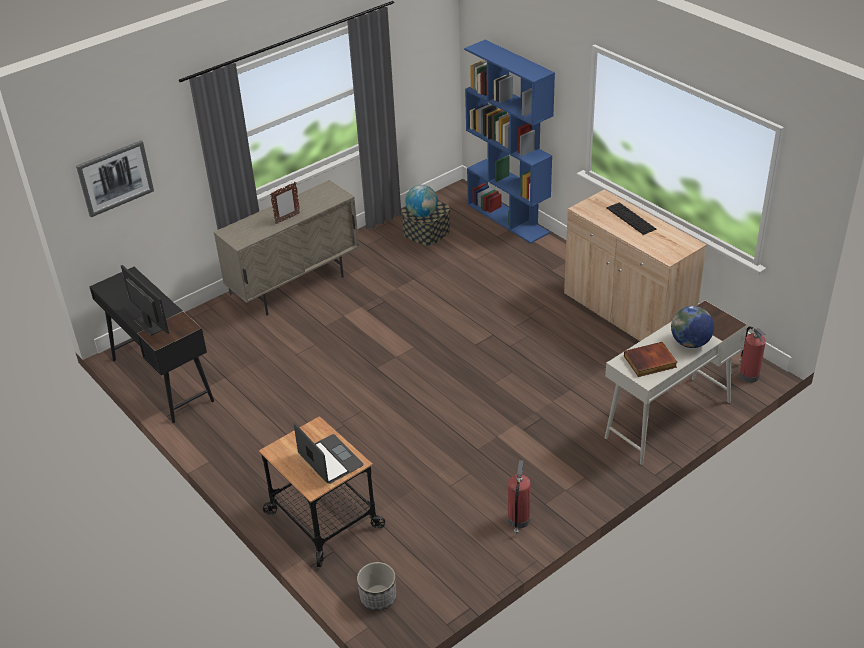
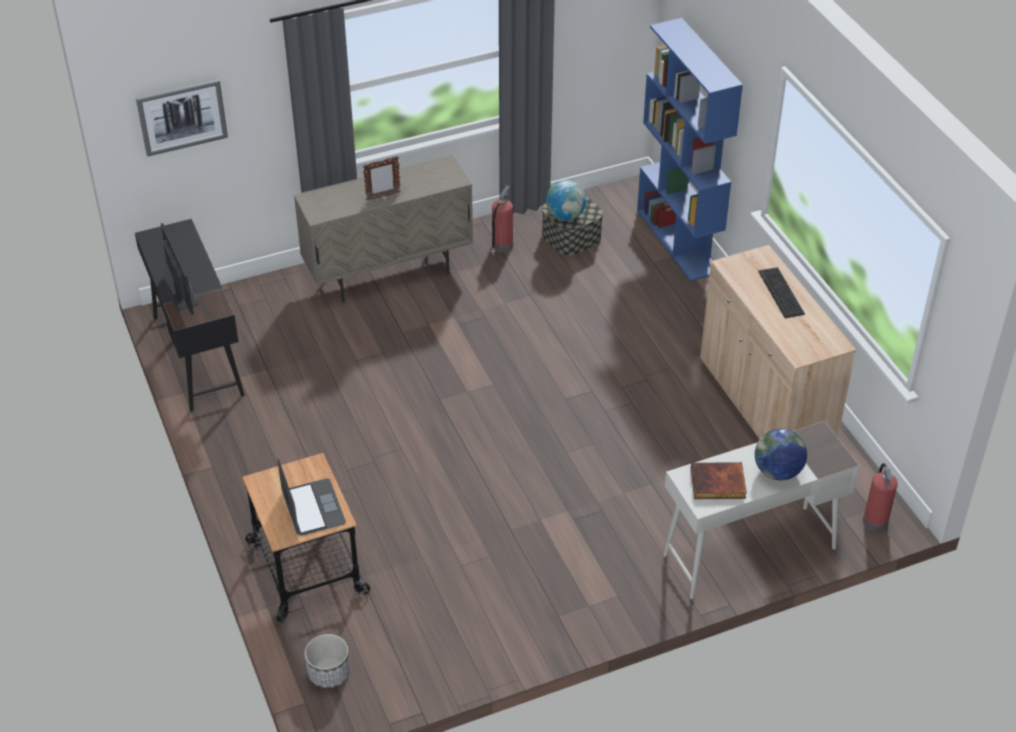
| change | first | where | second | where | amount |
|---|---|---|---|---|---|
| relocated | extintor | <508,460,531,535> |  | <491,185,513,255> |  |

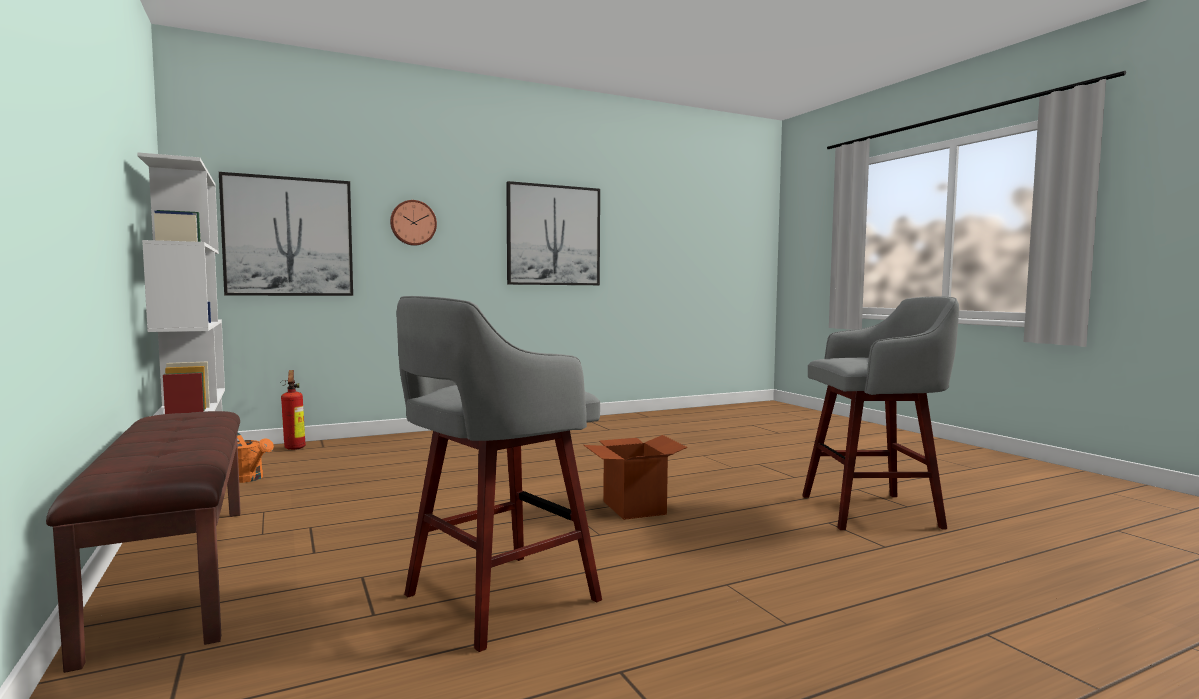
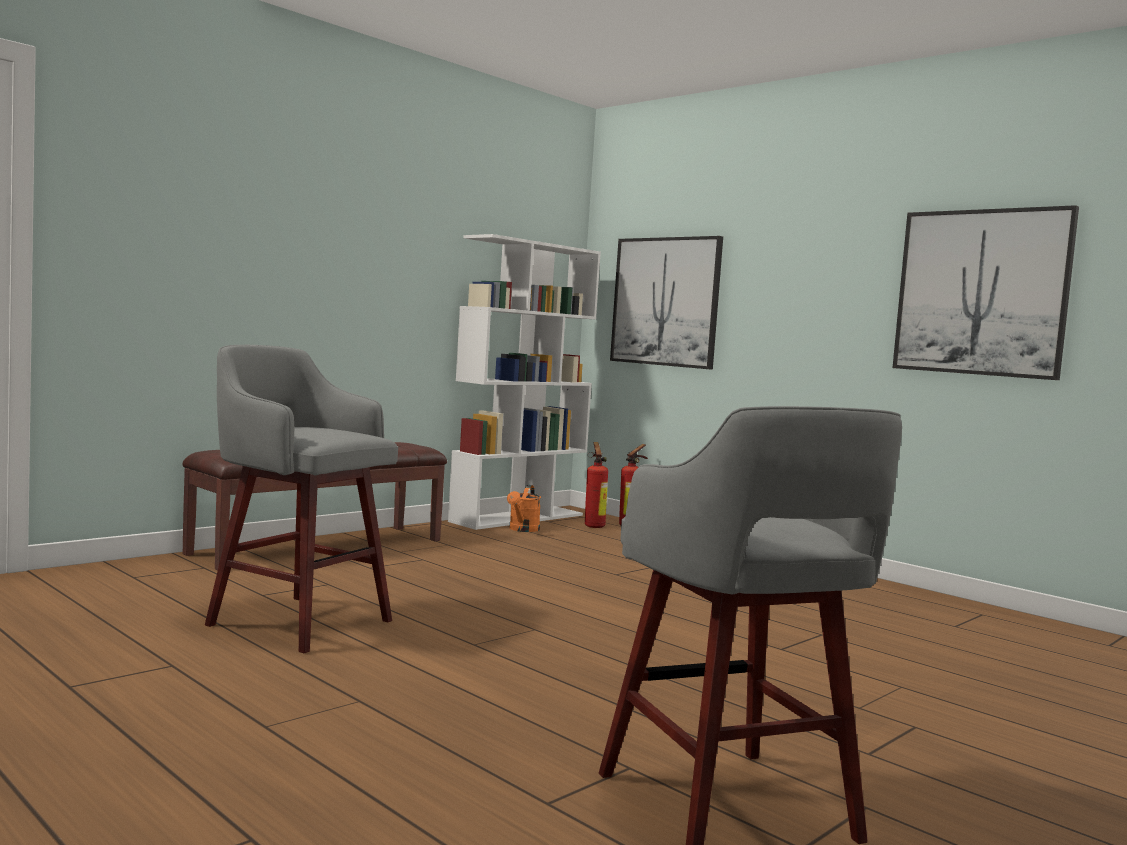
| change | first | where | second | where | amount |
|---|---|---|---|---|---|
| appeared |  |  | extintor | <585,442,608,528> |  |
| missing | reloj de pared | <390,200,437,246> |  |  |  |
| missing | caja de cartón | <584,435,687,520> |  |  |  |

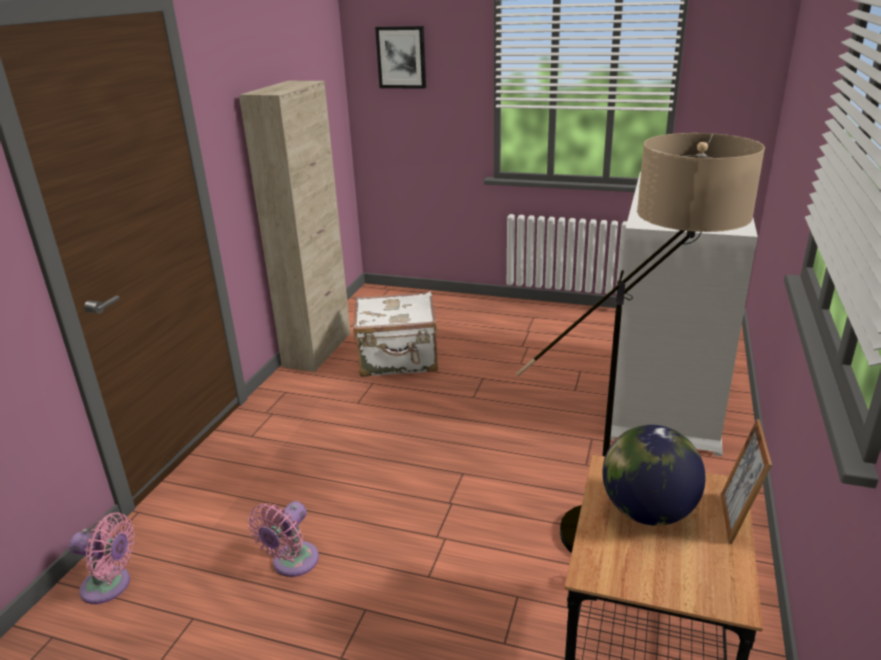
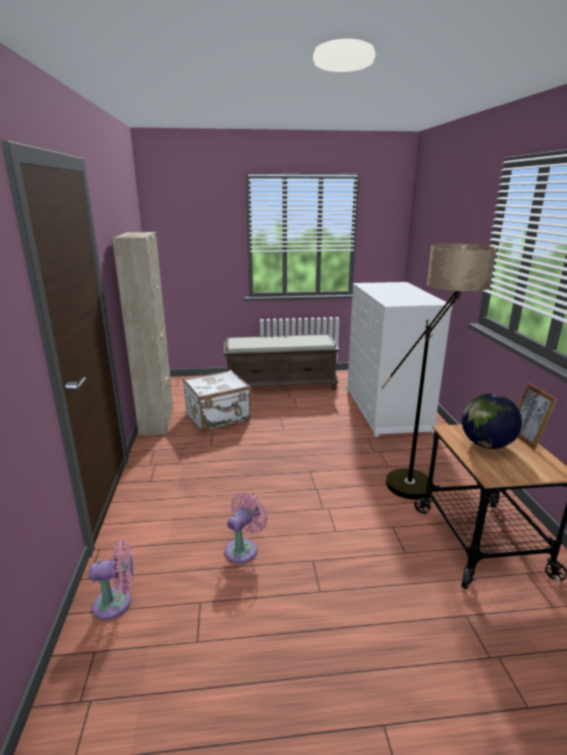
| change | first | where | second | where | amount |
|---|---|---|---|---|---|
| appeared |  |  | banco (marrón) | <223,334,340,390> |  |
| spun | ventilador (rosa) | <248,501,319,577> |  | <225,492,268,563> | 150 degrees counterclockwise |
| missing | cuadro | <375,26,426,89> |  |  |  |

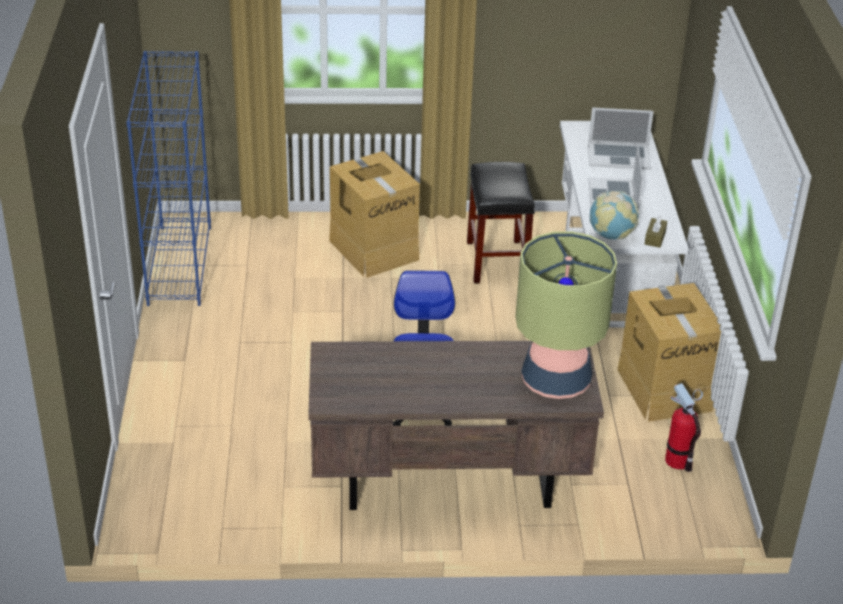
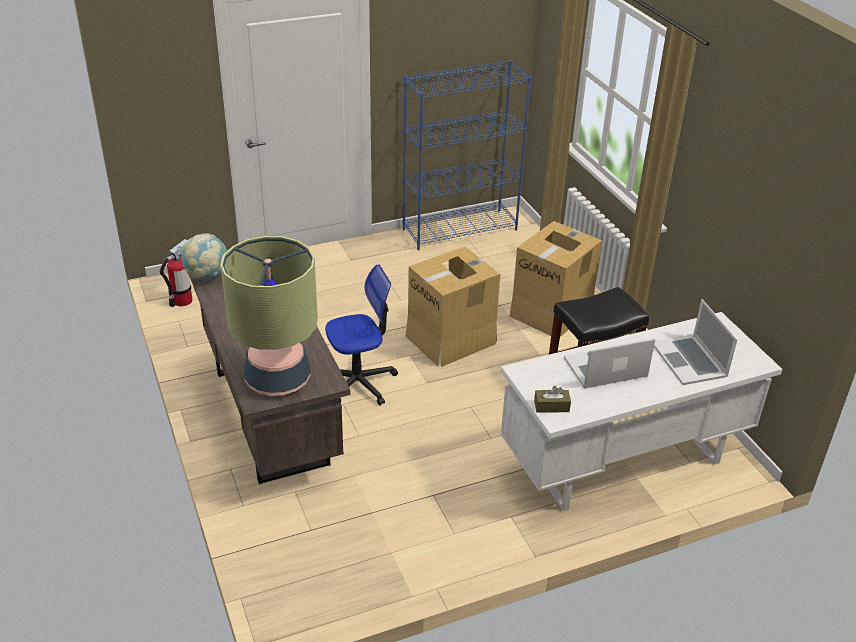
| change | first | where | second | where | amount |
|---|---|---|---|---|---|
| relocated | extintor | <665,383,703,472> |  | <160,239,193,307> |  |
| relocated | globo terráqueo | <590,191,639,240> |  | <181,233,227,280> |  |
| relocated | caja de cartón | <617,283,721,422> |  | <406,246,500,367> |  |

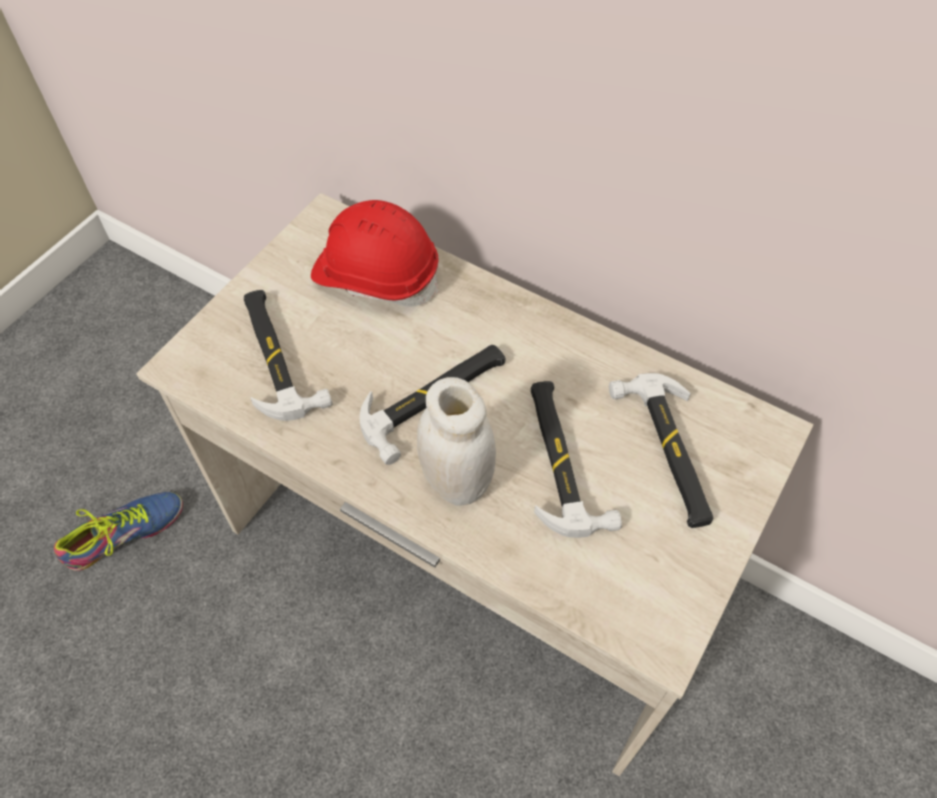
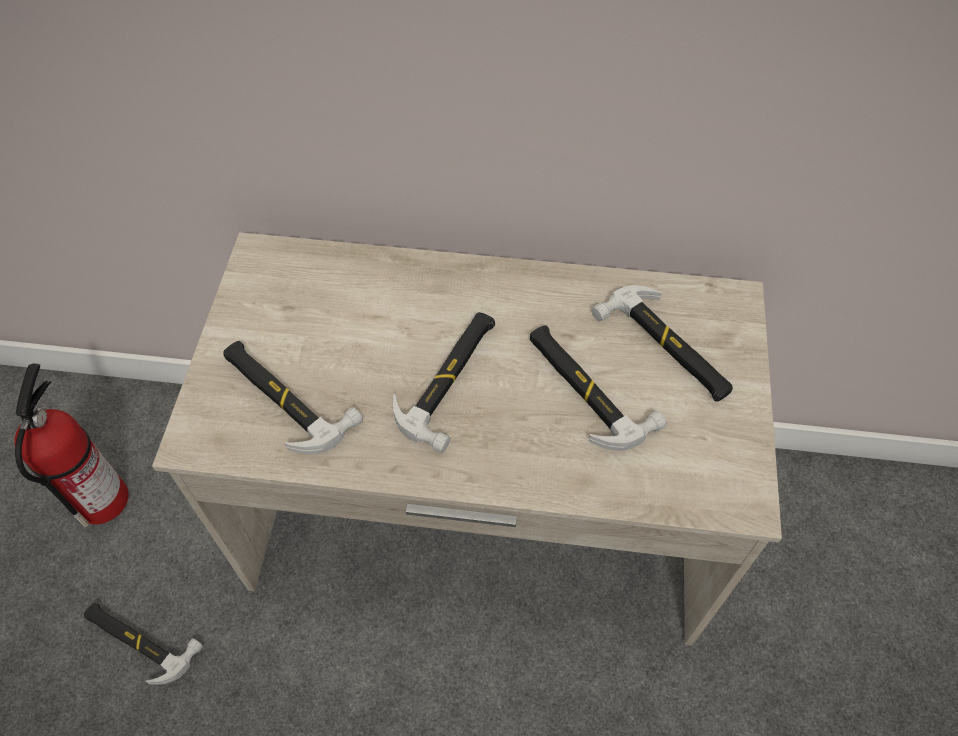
| change | first | where | second | where | amount |
|---|---|---|---|---|---|
| appeared |  |  | extintor | <14,364,129,527> |  |
| exchanged | zapato | <54,492,183,571> | martillo | <84,602,203,685> |  |
| missing | casco (rojo) | <311,200,439,307> |  |  |  |
| missing | tarro (blanco) | <417,377,496,506> |  |  |  |

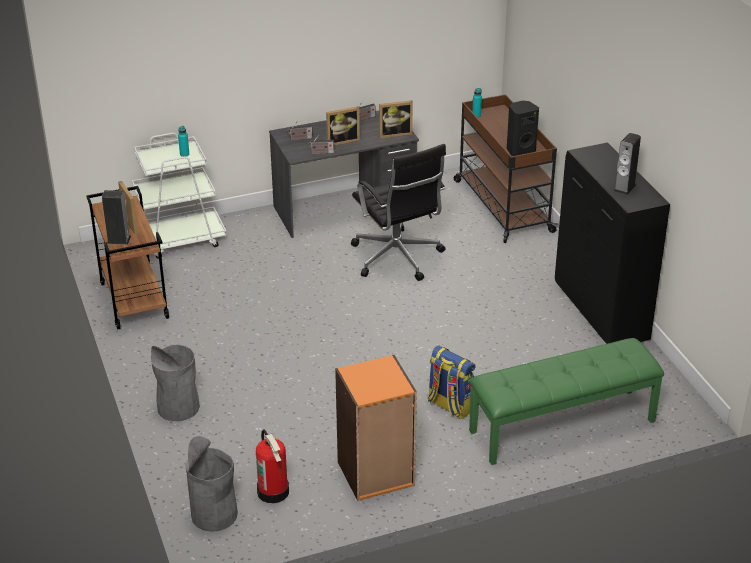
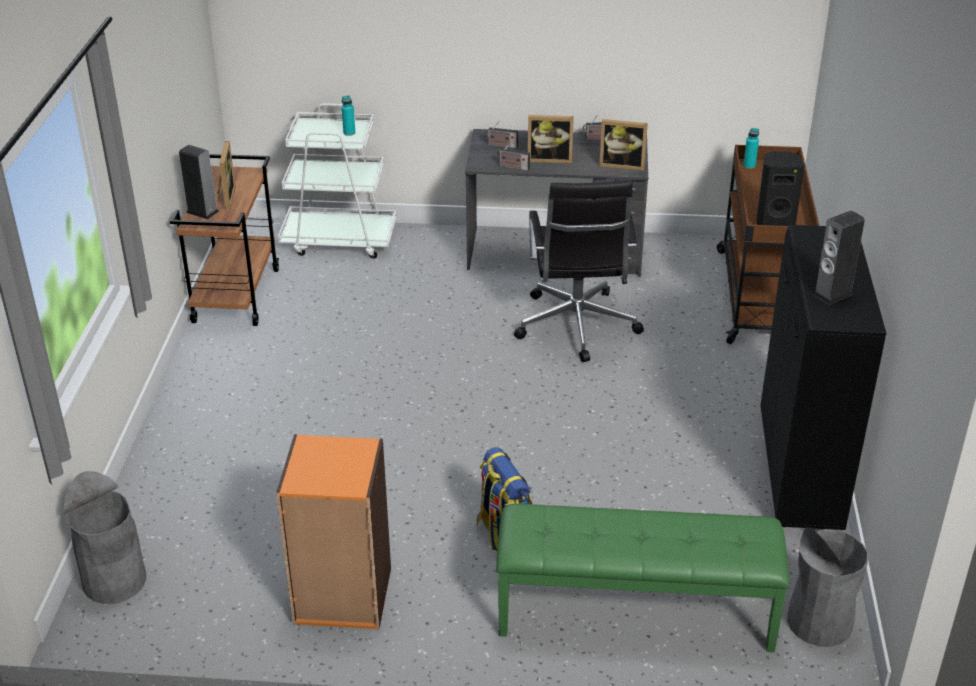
| change | first | where | second | where | amount |
|---|---|---|---|---|---|
| relocated | papelera (gris) | <151,345,200,421> |  | <787,527,868,647> |  |
| missing | extintor | <256,429,289,503> |  |  |  |

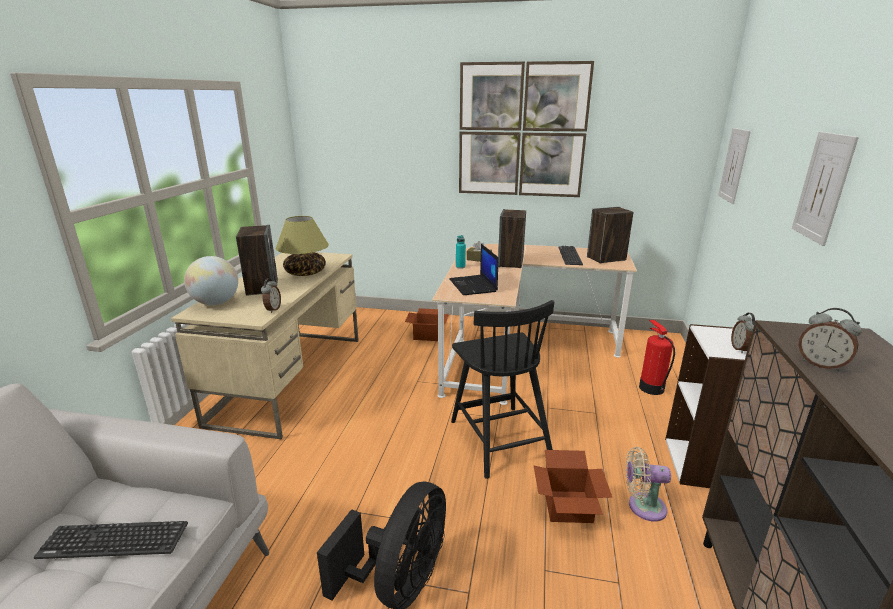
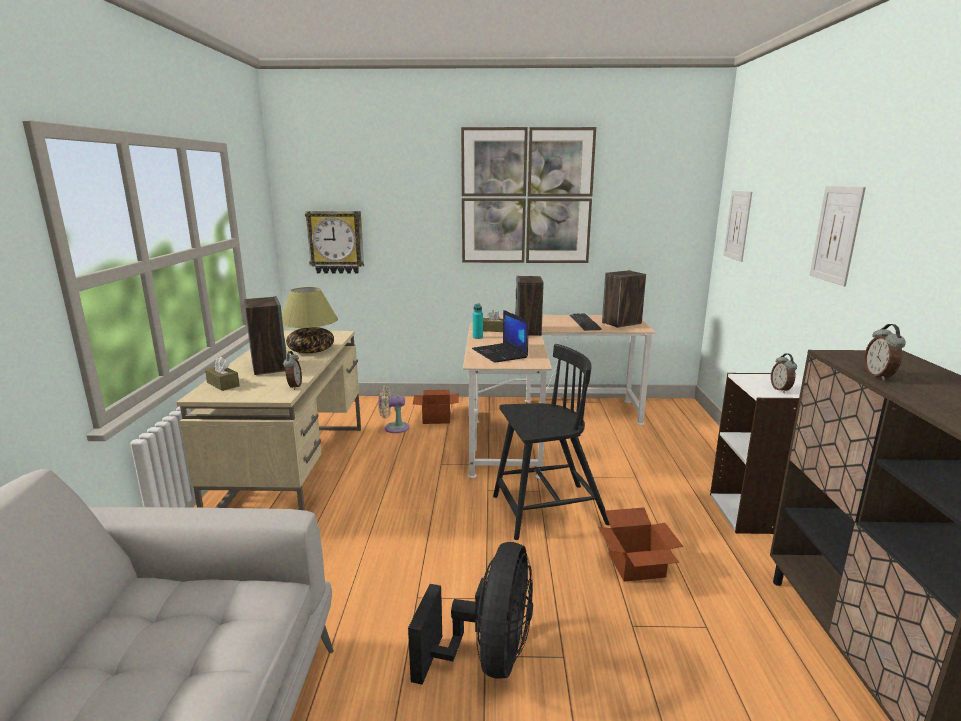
| change | first | where | second | where | amount |
|---|---|---|---|---|---|
| exchanged | globo terráqueo | <184,256,238,305> | caja de pañuelos (marrón) | <205,357,240,391> |  |
| appeared |  |  | reloj de pared | <305,211,364,274> |  |
| relocated | ventilador (beis) | <625,447,671,521> |  | <378,385,409,433> |  |
| spun | silla (negro) | <451,300,554,479> |  | <493,344,610,540> | 75 degrees counterclockwise |
| spun | despertador | <798,308,862,371> |  | <864,324,906,381> | 60 degrees clockwise |
| missing | teclado | <34,521,188,559> |  |  |  |
| missing | extintor | <639,320,675,395> |  |  |  |

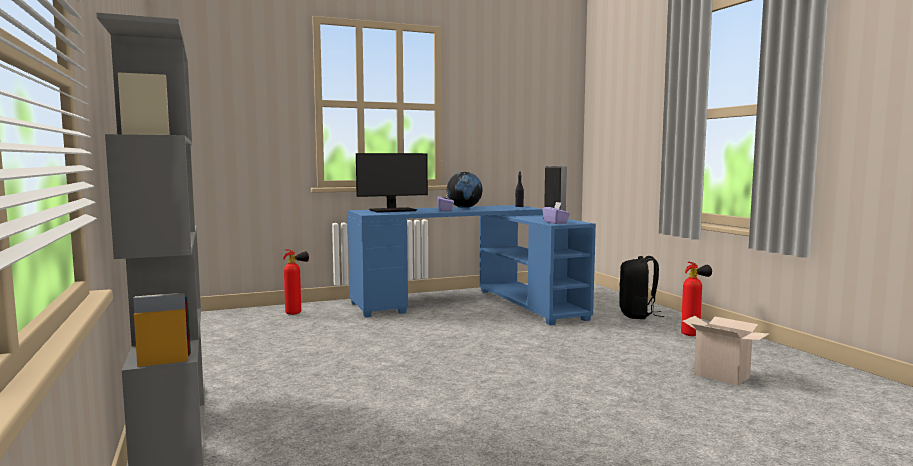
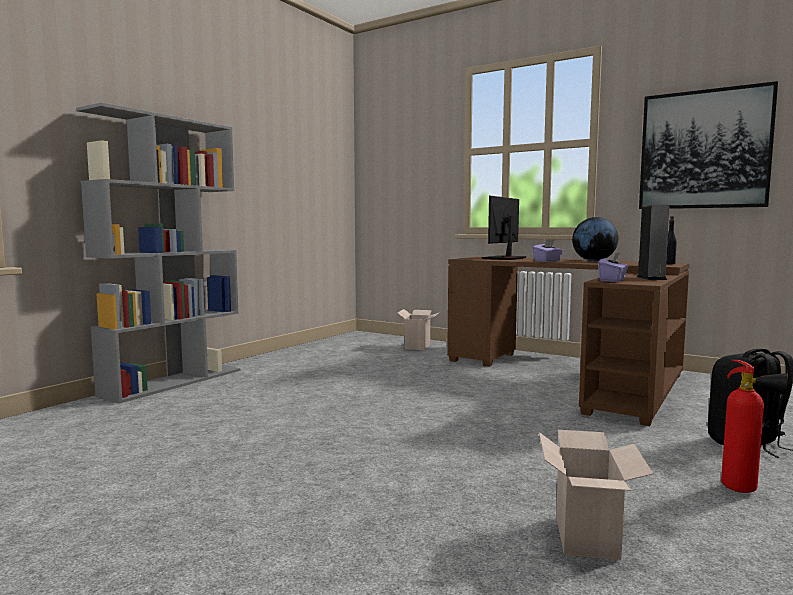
| change | first | where | second | where | amount |
|---|---|---|---|---|---|
| exchanged | extintor | <283,249,309,315> | caja de cartón | <398,309,438,350> |  |
| colour | escritorio (azul) | <348,205,596,325> | escritorio (marrón) | <447,257,690,426> |  |
| spun | monitor | <356,153,428,213> |  | <482,195,527,260> | 90 degrees clockwise |
| appeared |  |  | cuadro | <639,81,778,209> |  |

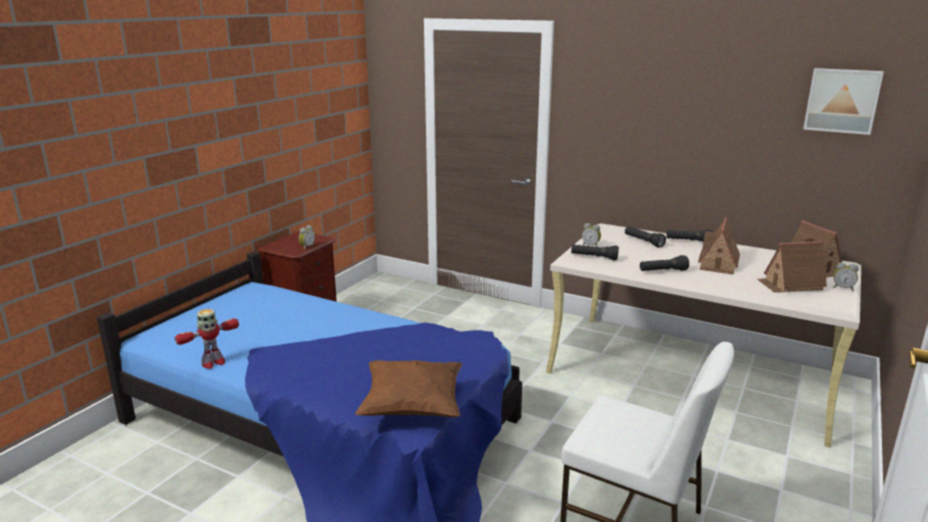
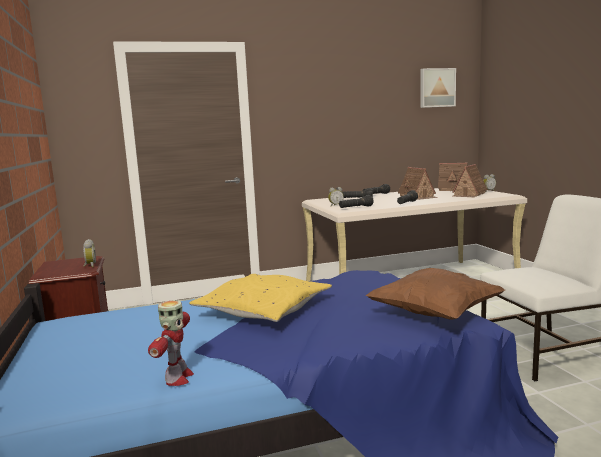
| change | first | where | second | where | amount |
|---|---|---|---|---|---|
| appeared |  |  | cojín (amarillo) | <189,274,332,322> |  |

